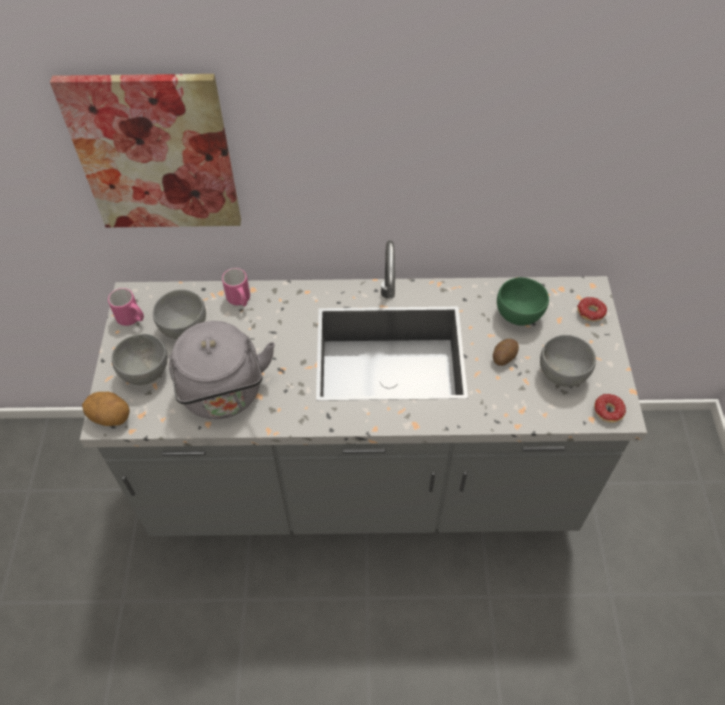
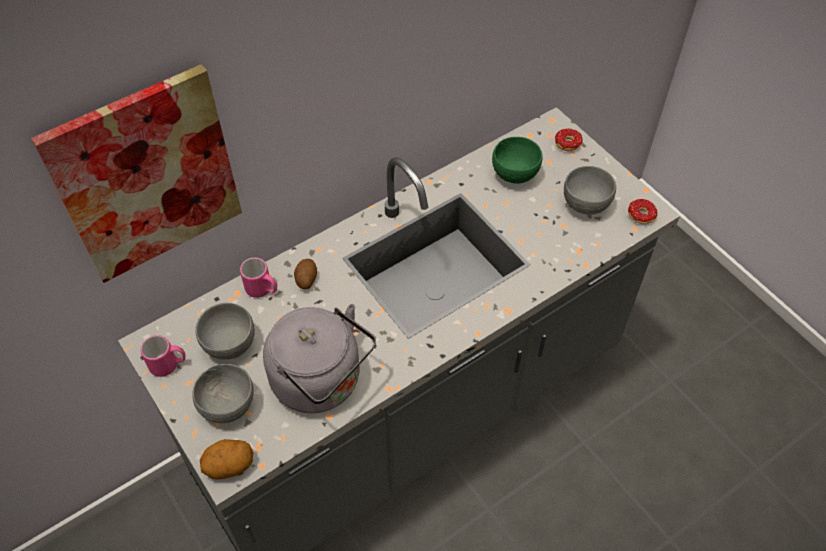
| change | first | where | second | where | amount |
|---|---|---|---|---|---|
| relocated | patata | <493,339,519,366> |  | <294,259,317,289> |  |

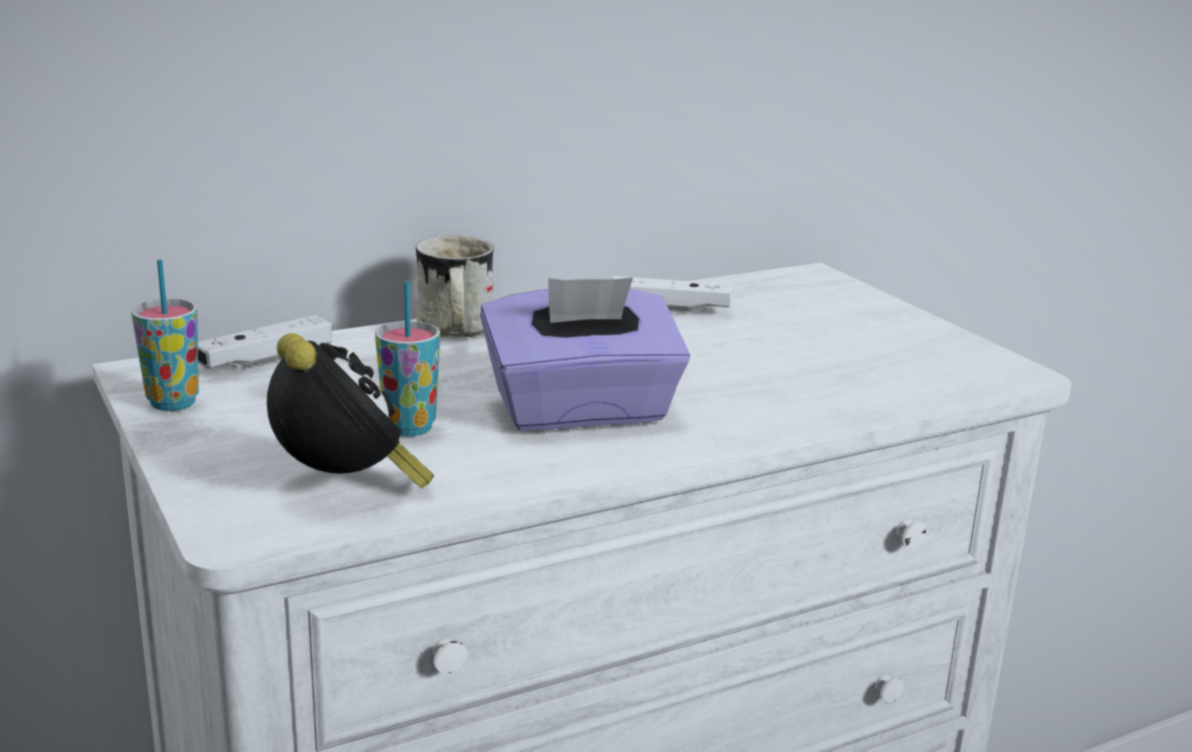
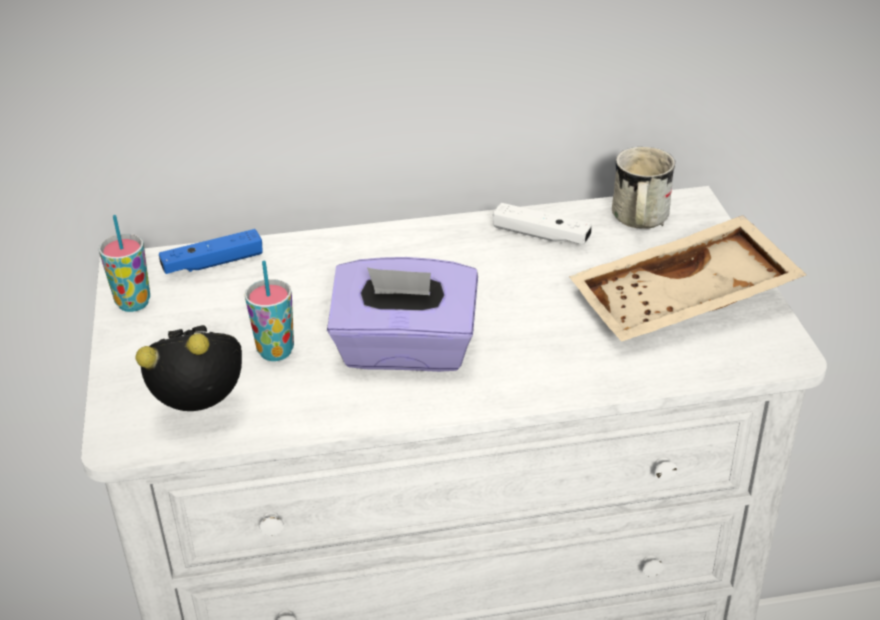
| change | first | where | second | where | amount |
|---|---|---|---|---|---|
| spun | despertador | <267,333,434,489> |  | <136,325,242,411> | 90 degrees counterclockwise |
| colour | mando de consola (blanco) | <198,315,332,369> | mando de consola (azul) | <159,229,263,274> |  |
| appeared |  |  | bandeja (beis) | <569,215,807,342> |  |
| relocated | taza grande (blanco) | <416,236,494,338> |  | <612,147,675,229> |  |

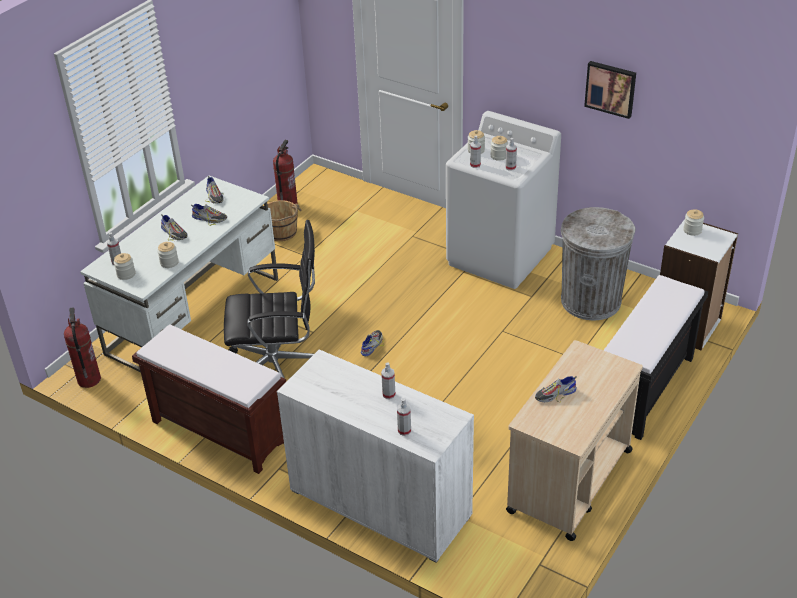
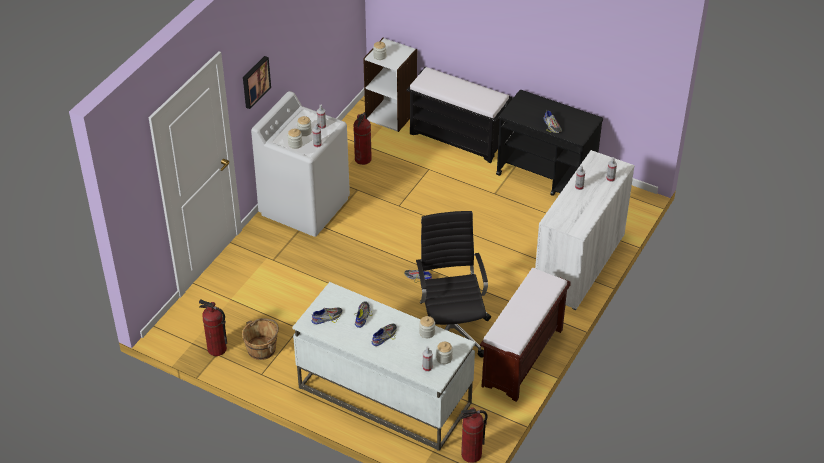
| change | first | where | second | where | amount |
|---|---|---|---|---|---|
| relocated | cuadro | <584,61,636,119> |  | <243,56,271,109> |  |
| exchanged | papelera (gris) | <561,207,636,320> | extintor | <353,112,372,165> |  |
| colour | carrito (beis) | <506,340,643,541> | carrito (negro) | <496,90,603,196> |  |

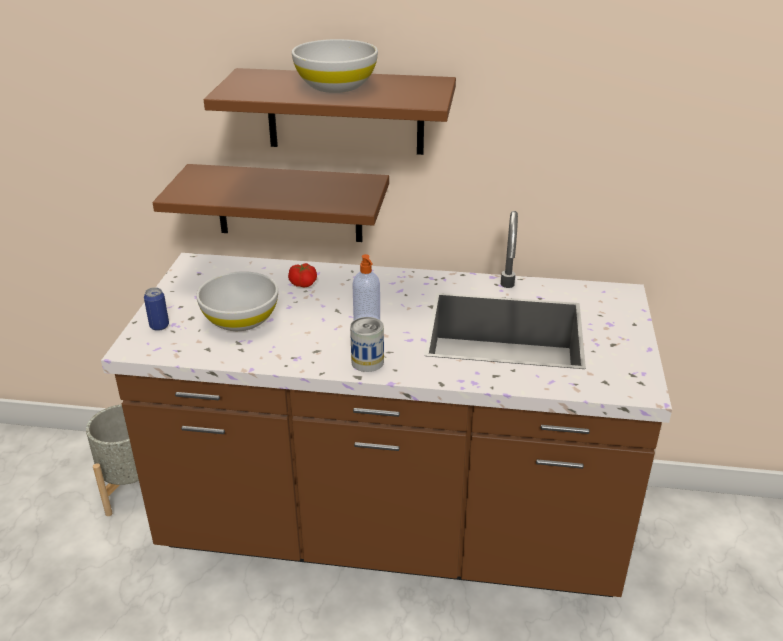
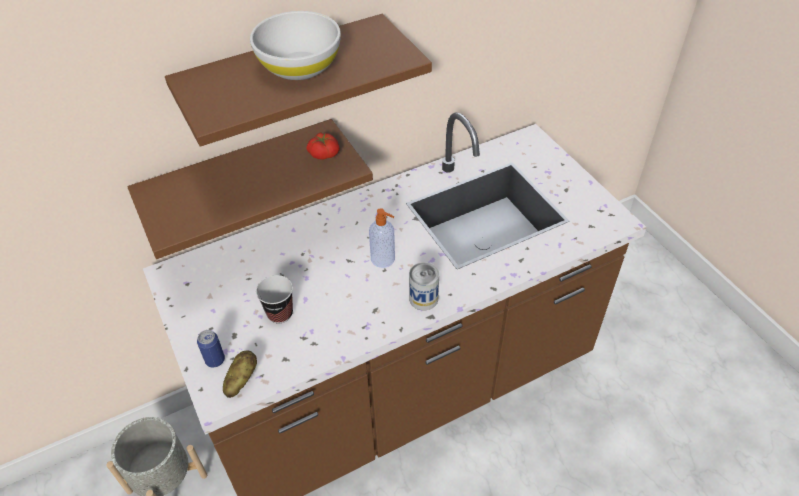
| change | first | where | second | where | amount |
|---|---|---|---|---|---|
| appeared |  |  | patata | <223,350,257,398> |  |
| exchanged | cuenco (blanco) | <196,271,278,331> | taza | <256,275,293,324> |  |
| relocated | tomate | <288,263,317,287> |  | <307,132,340,160> |  |

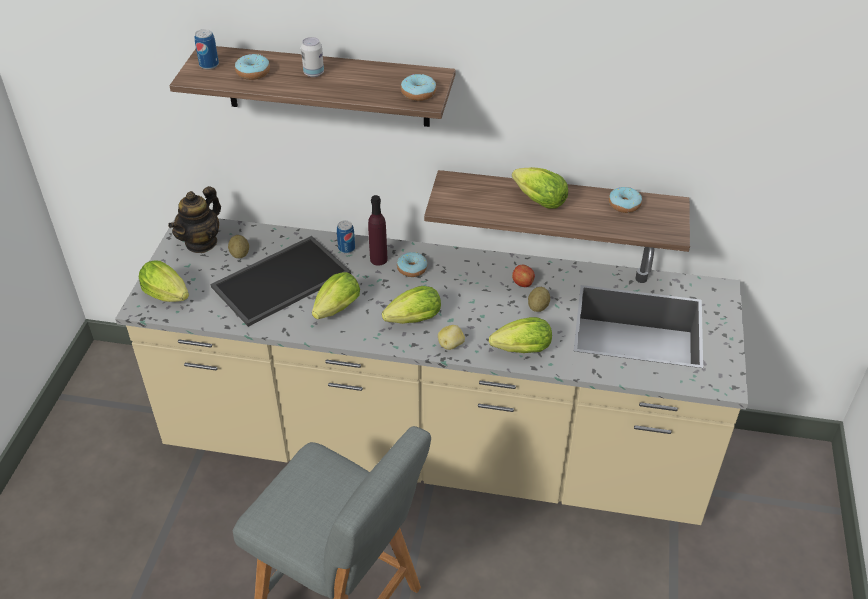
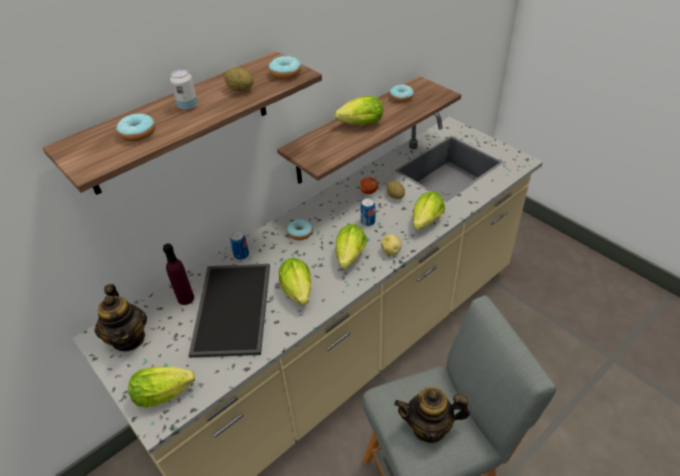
| change | first | where | second | where | amount |
|---|---|---|---|---|---|
| relocated | botella (morado) | <368,195,388,266> |  | <163,243,194,305> |  |
| relocated | patata | <228,235,249,258> |  | <224,67,254,91> |  |
| relocated | lata | <194,29,219,69> |  | <361,198,375,226> |  |
| appeared |  |  | tetera | <394,387,470,443> |  |

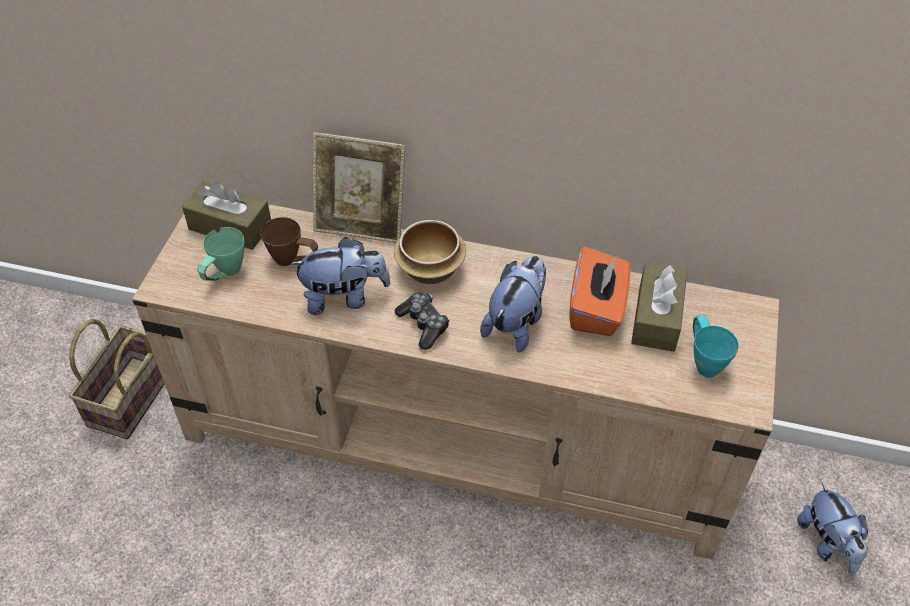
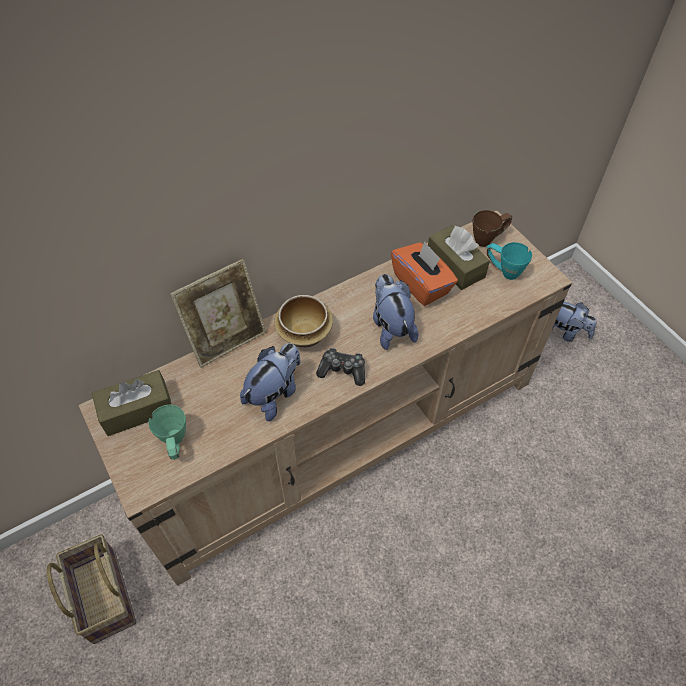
| change | first | where | second | where | amount |
|---|---|---|---|---|---|
| relocated | taza grande (marrón) | <260,217,318,266> |  | <473,210,512,247> |  |

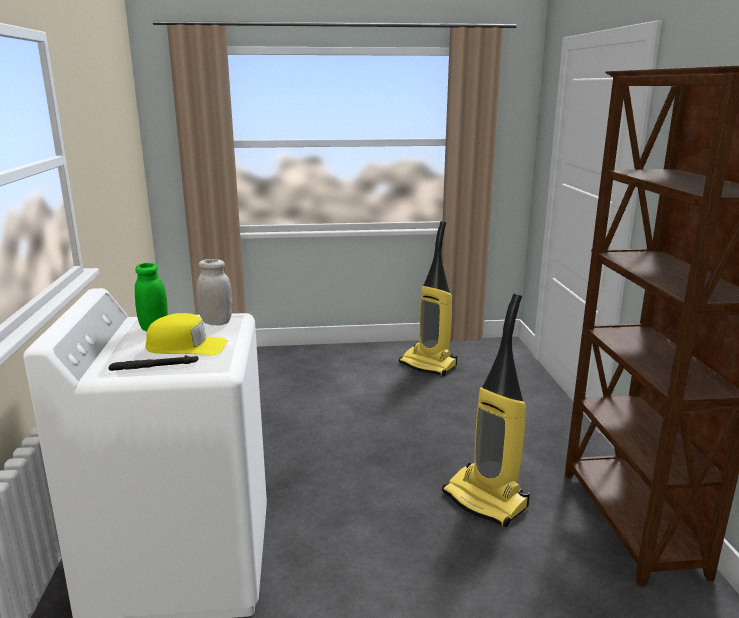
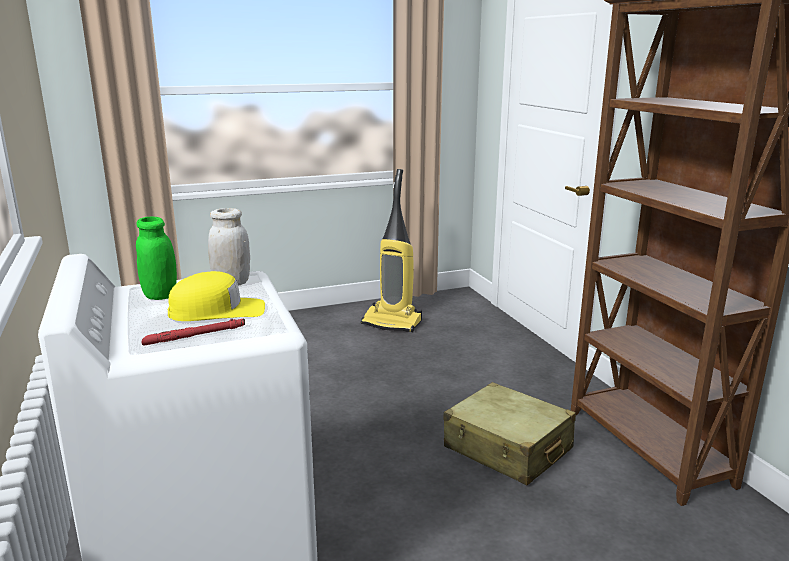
| change | first | where | second | where | amount |
|---|---|---|---|---|---|
| colour | linterna (negro) | <109,355,199,371> | linterna (rojo) | <141,319,245,346> |  |
| exchanged | aspiradora | <442,293,530,527> | maleta (beis) | <444,382,576,485> |  |

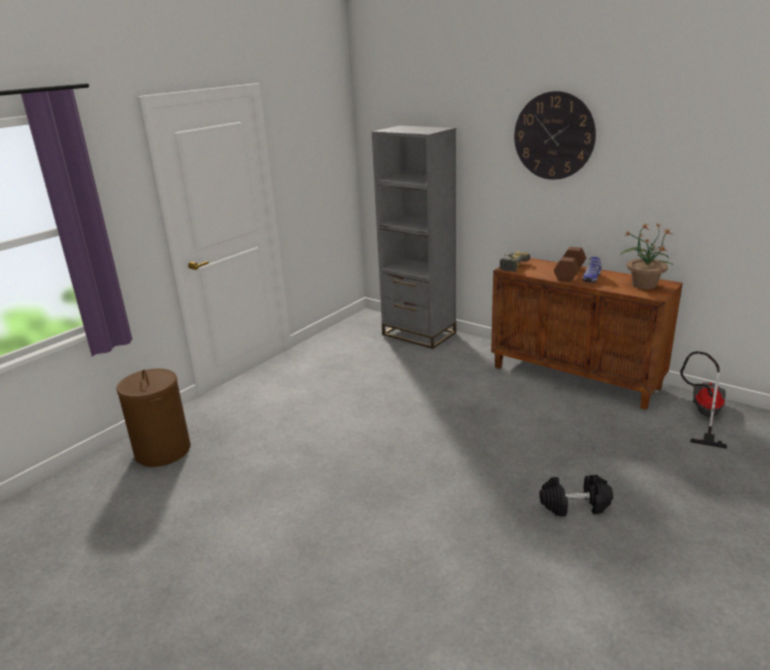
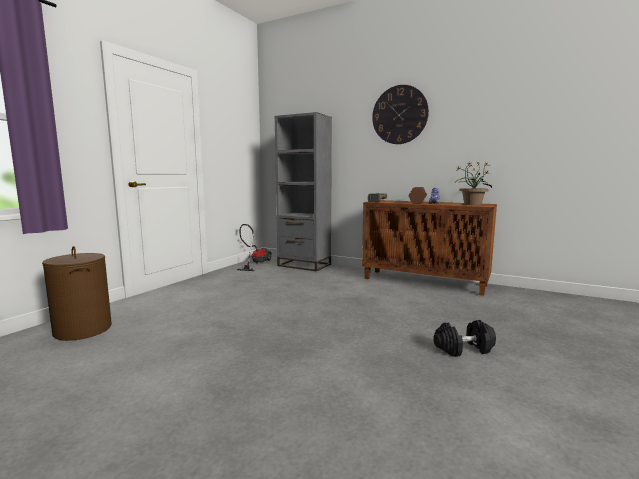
| change | first | where | second | where | amount |
|---|---|---|---|---|---|
| relocated | aspiradora | <680,351,727,449> |  | <237,224,272,271> |  |

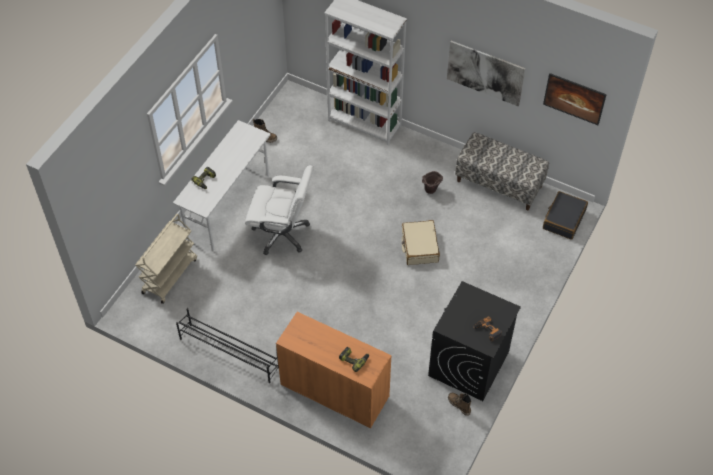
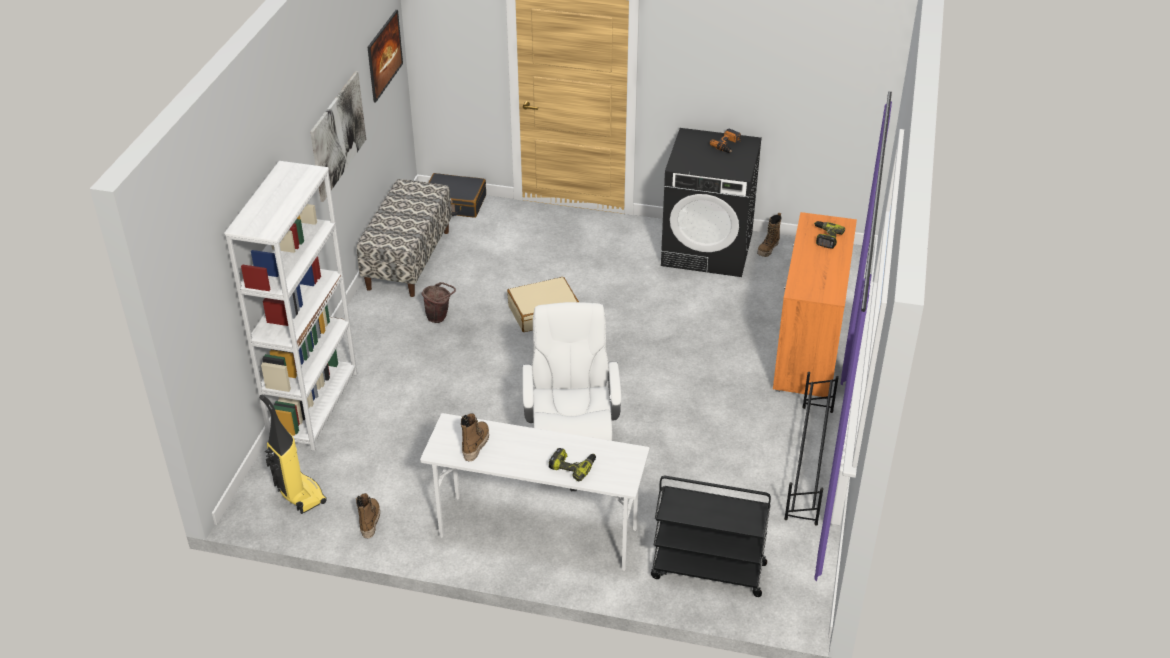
| change | first | where | second | where | amount |
|---|---|---|---|---|---|
| appeared |  |  | aspiradora | <259,394,326,514> |  |
| appeared |  |  | bota | <461,414,489,462> |  |
| colour | carrito (beis) | <136,214,197,304> | carrito (negro) | <651,476,771,597> |  |

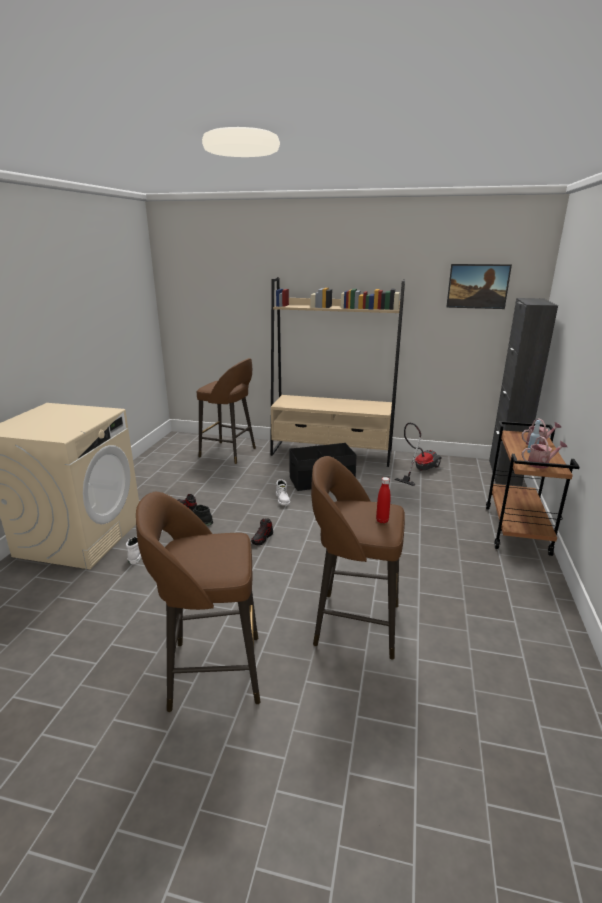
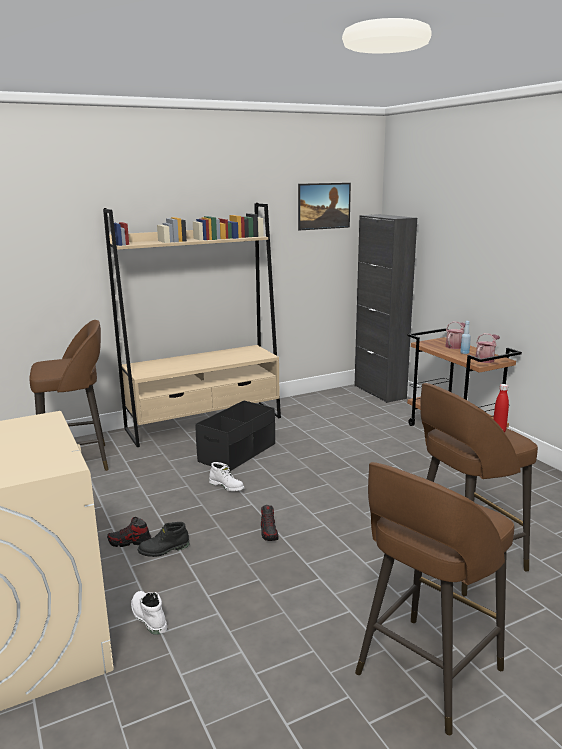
| change | first | where | second | where | amount |
|---|---|---|---|---|---|
| missing | aspiradora | <395,423,442,486> |  |  |  |

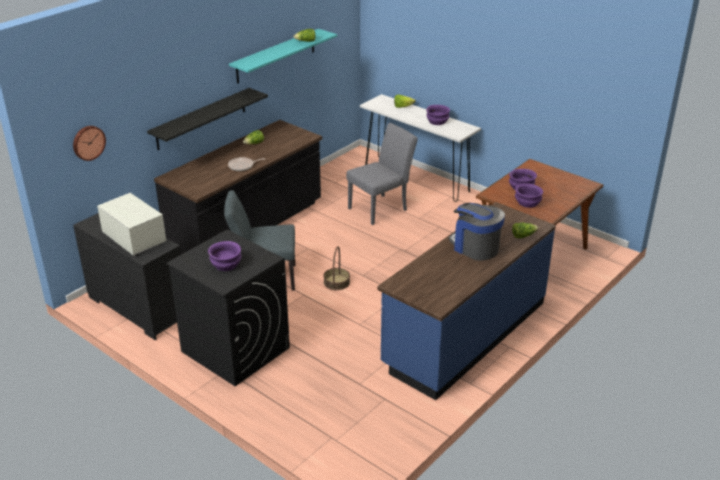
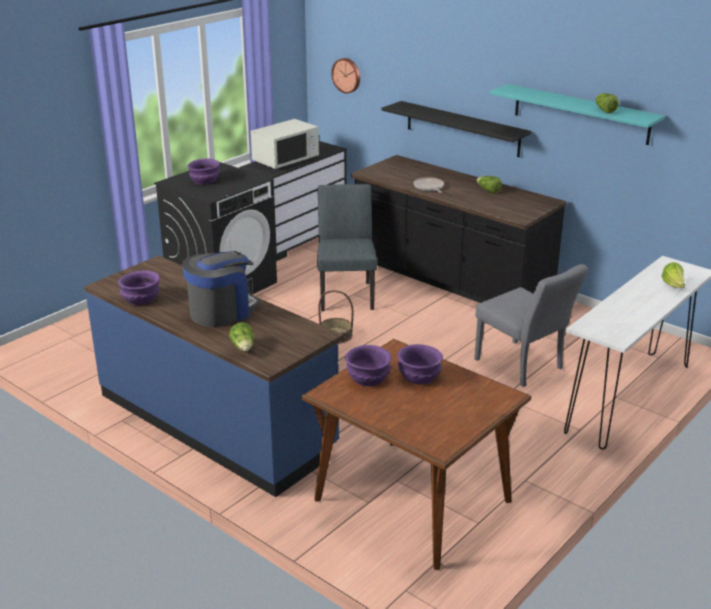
| change | first | where | second | where | amount |
|---|---|---|---|---|---|
| relocated | cuenco (morado) | <426,105,450,125> |  | <118,270,160,305> |  |

